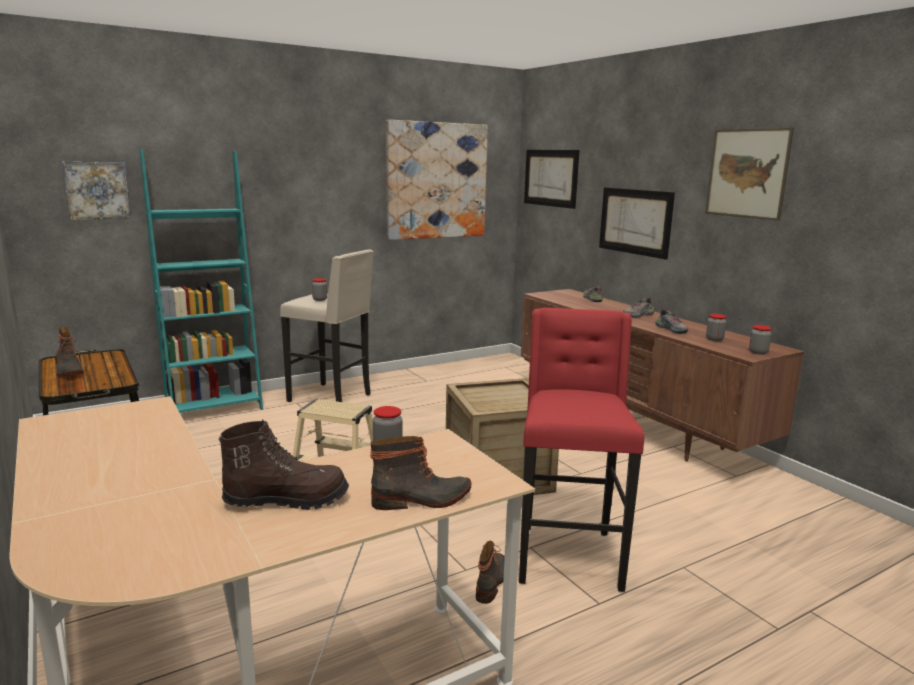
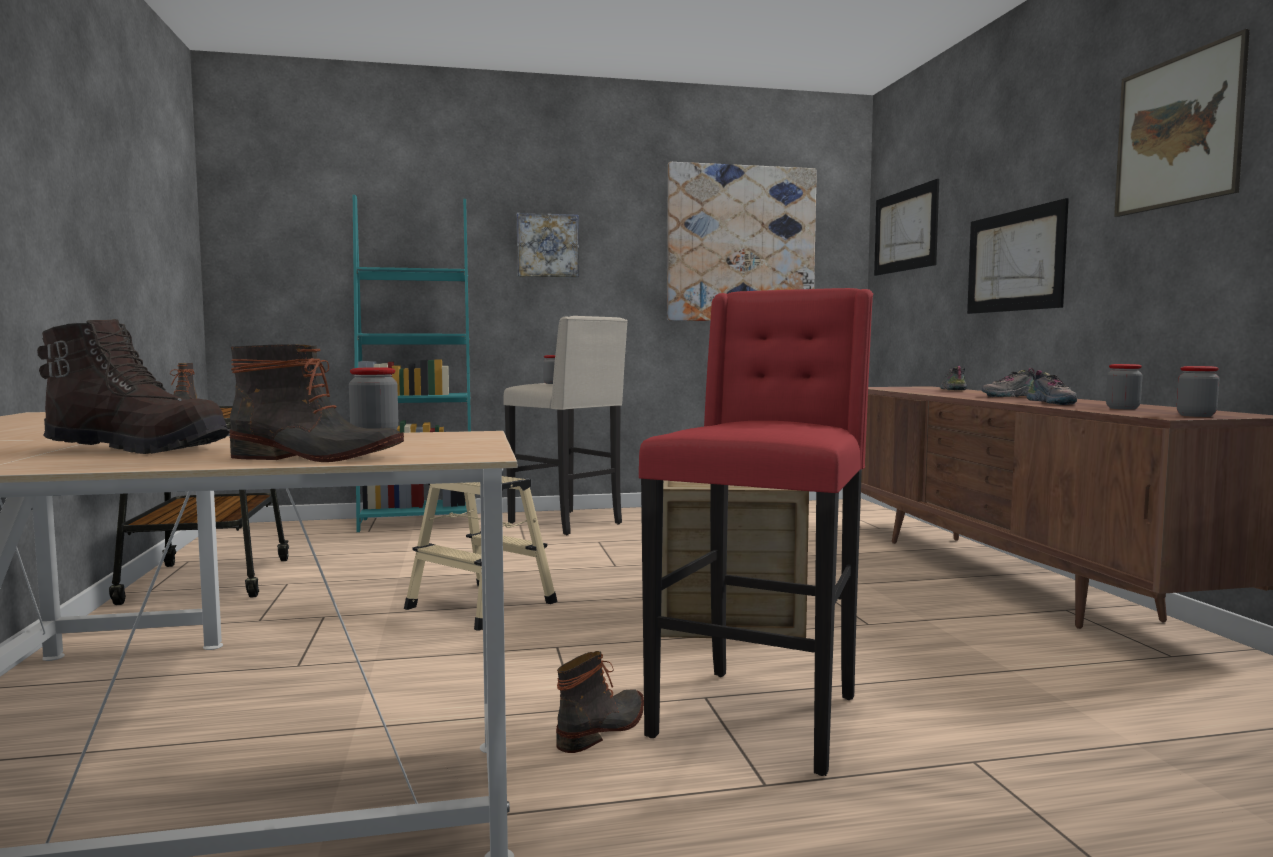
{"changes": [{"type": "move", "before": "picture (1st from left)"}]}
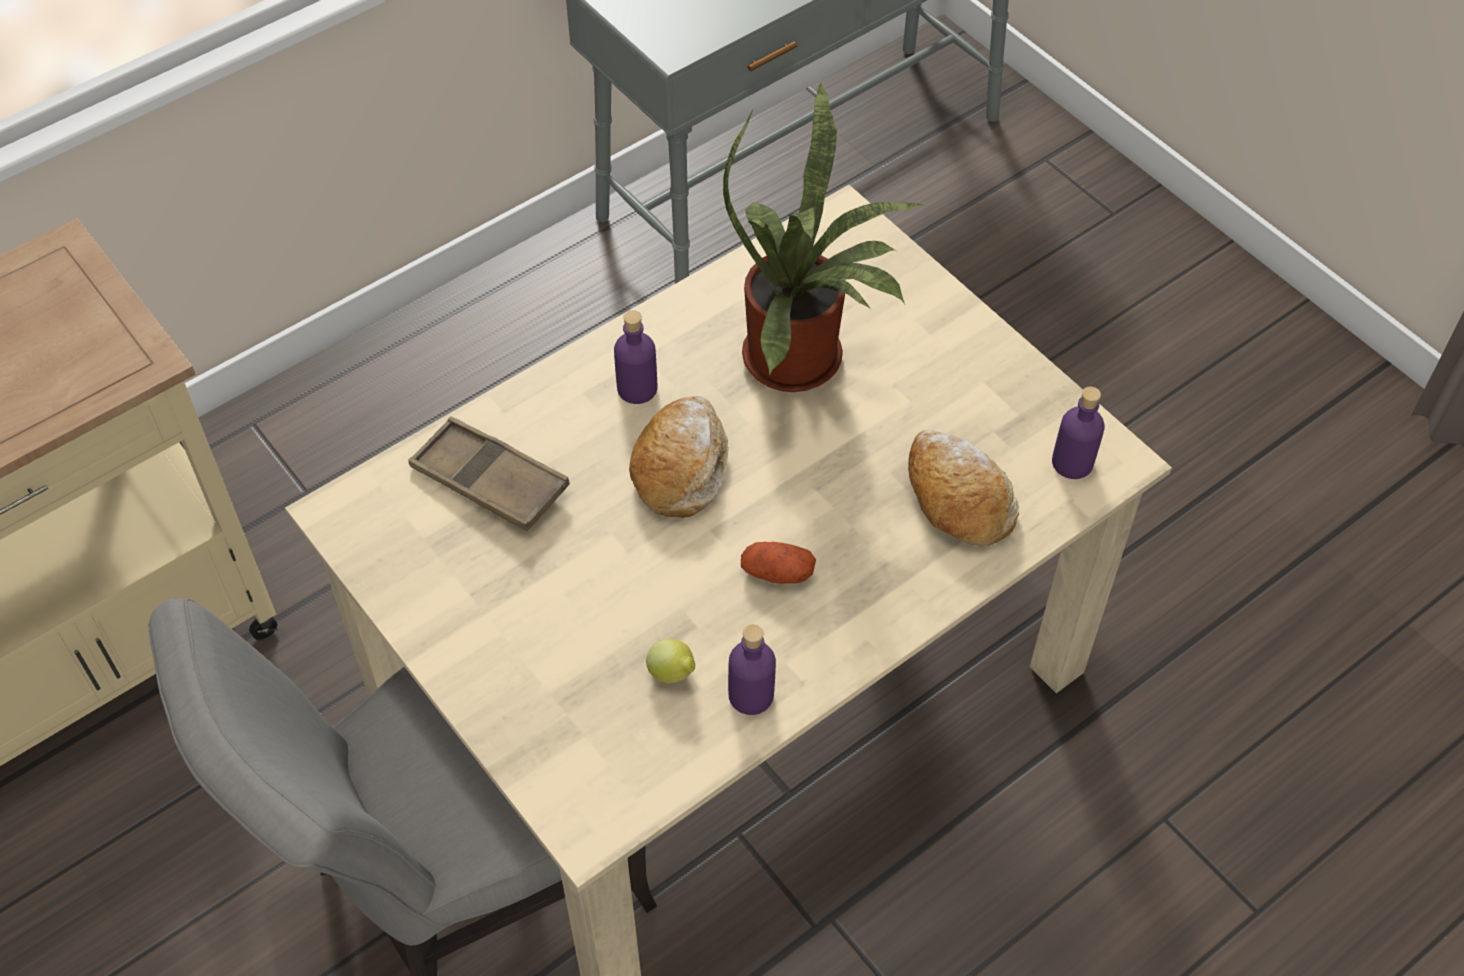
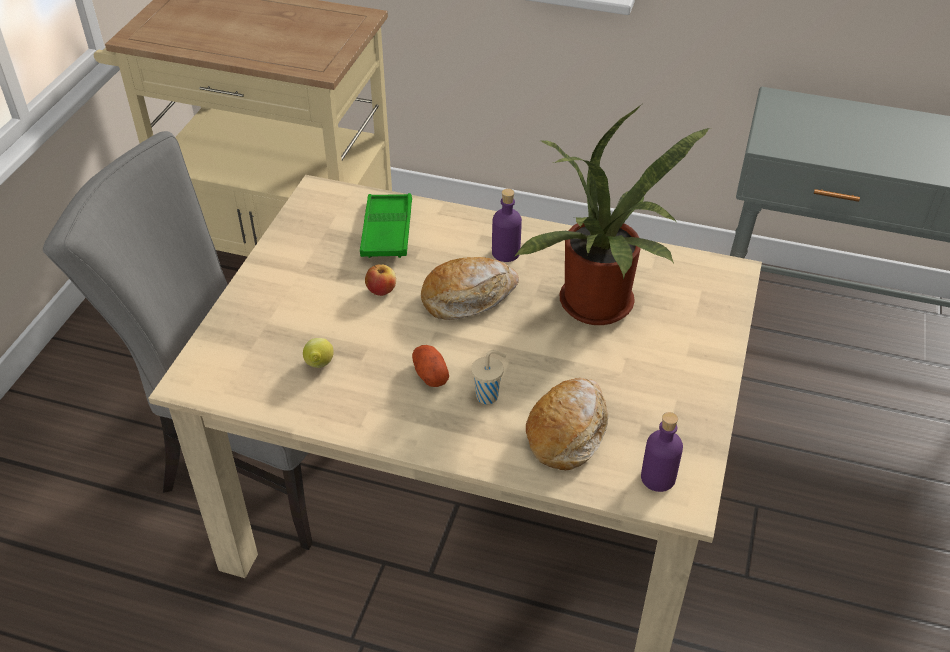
{"changes": [{"type": "recolor", "before": "brown tray", "after": "green tray"}, {"type": "delete", "before": "purple bottle (2nd from left)"}, {"type": "insert", "after": "apple"}, {"type": "insert", "after": "beige cup"}]}
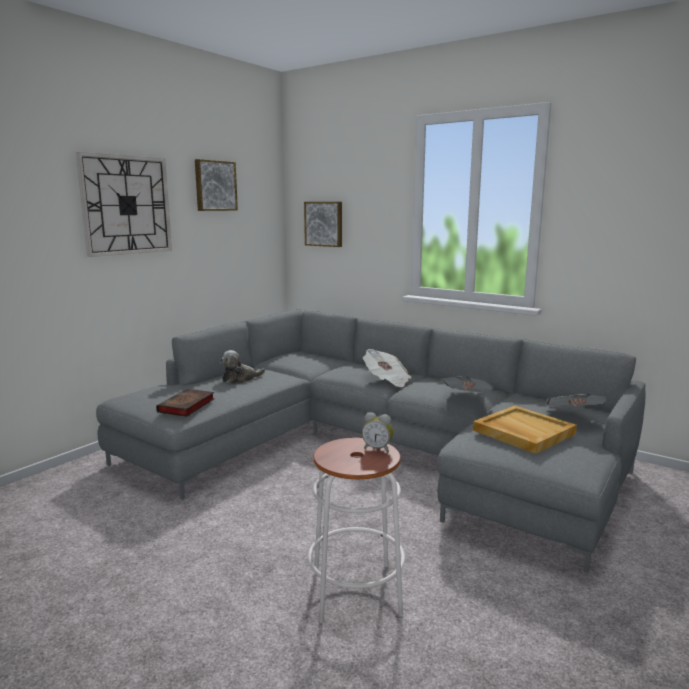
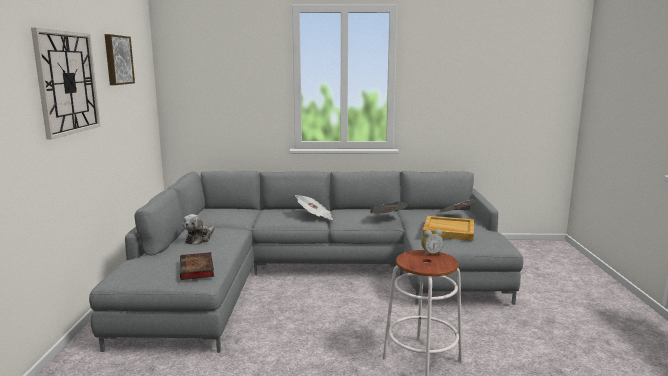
{"changes": [{"type": "delete", "before": "picture (2nd from left)"}]}
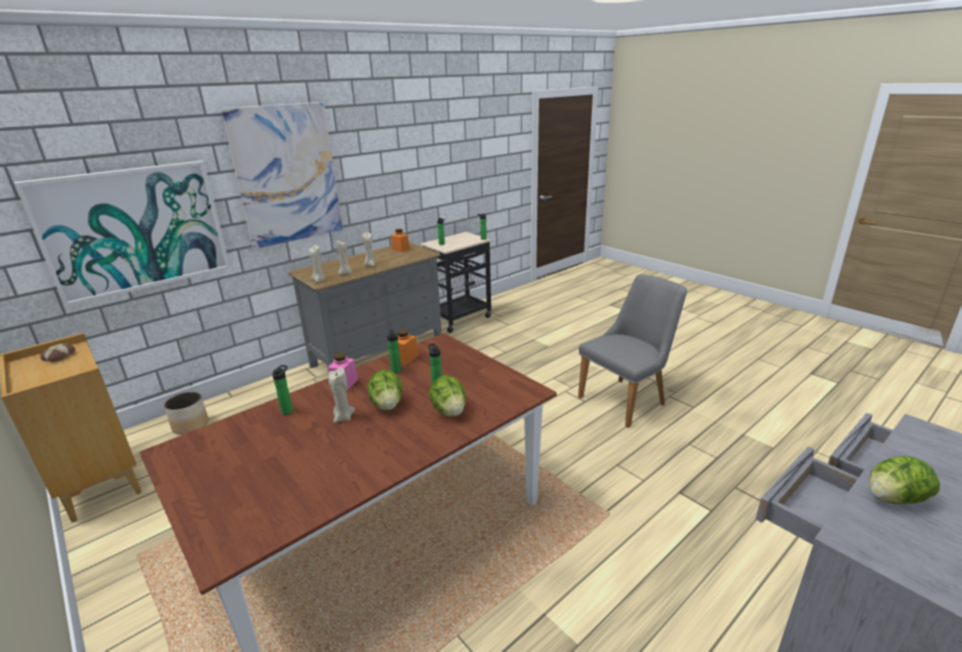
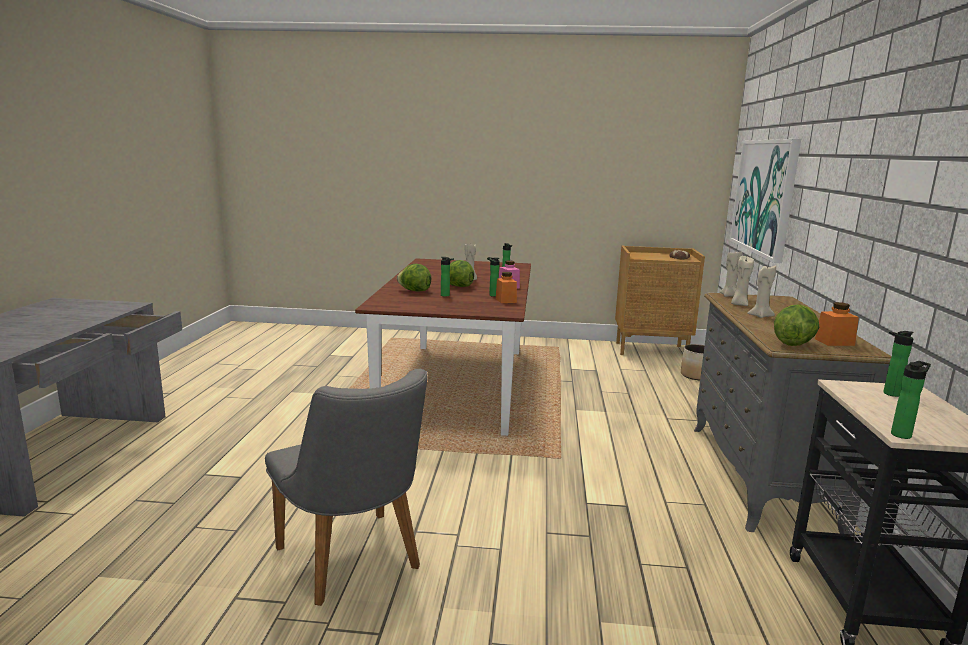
{"changes": [{"type": "delete", "before": "picture (2nd from left)"}, {"type": "rotate", "before": "grey chair", "turn": -45}, {"type": "move", "before": "lettuce (3rd from left)"}]}
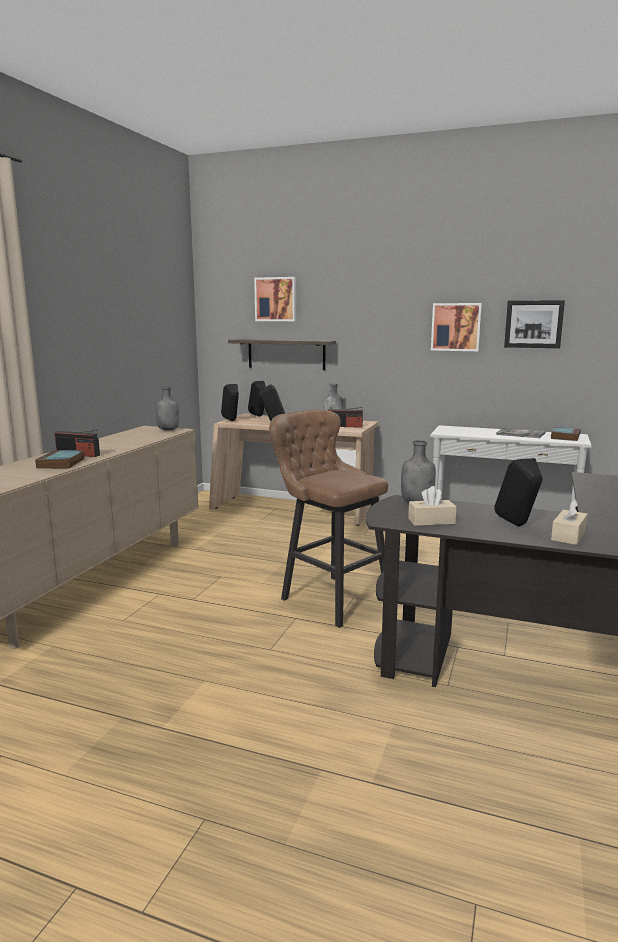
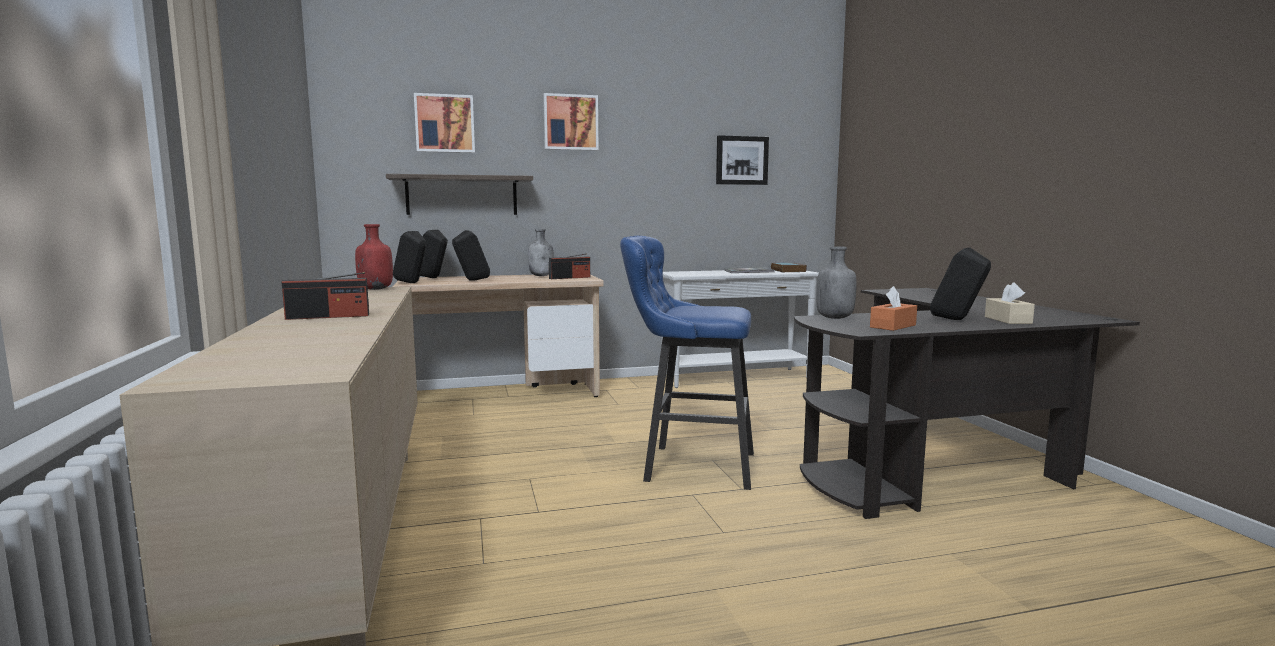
{"changes": [{"type": "delete", "before": "book (1st from left)"}, {"type": "recolor", "before": "grey bottle (1st from left)", "after": "red bottle"}, {"type": "recolor", "before": "brown stool", "after": "blue stool"}, {"type": "recolor", "before": "beige tissue box (1st from left)", "after": "orange tissue box"}, {"type": "move", "before": "picture (2nd from left)"}]}
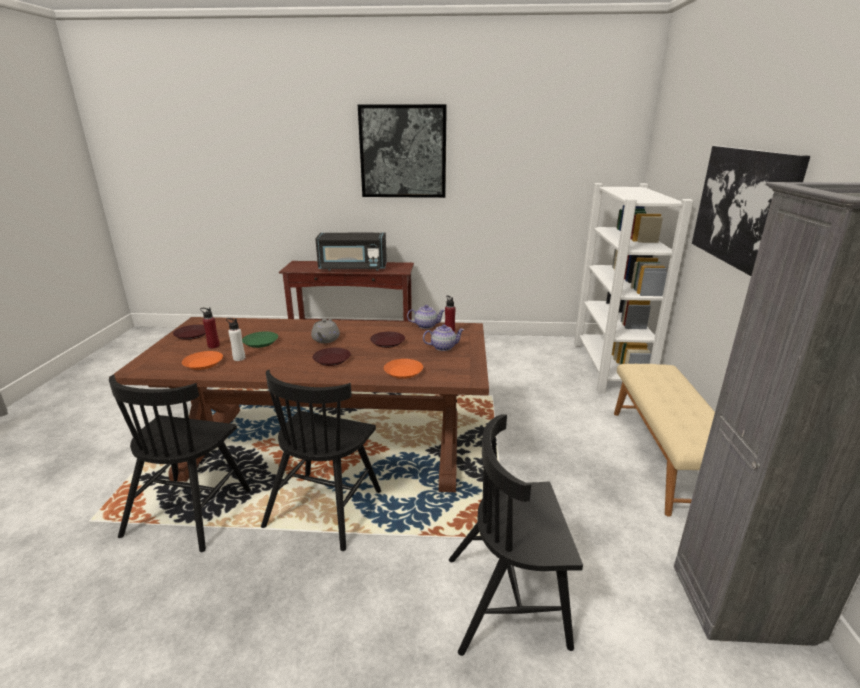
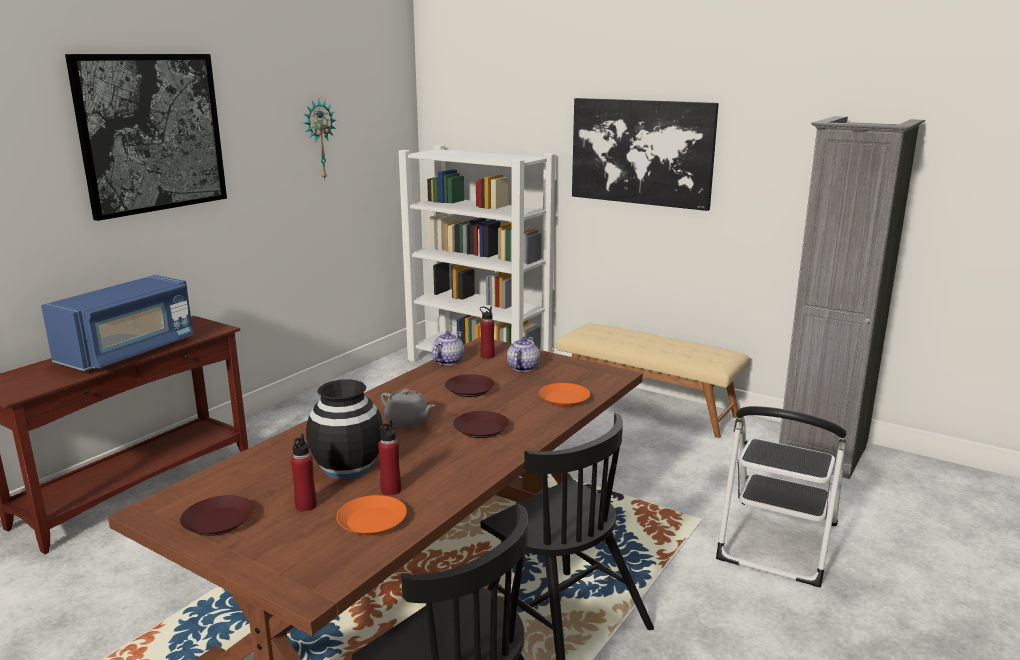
{"changes": [{"type": "recolor", "before": "white bottle", "after": "red bottle (2nd from left)"}, {"type": "replace", "before": "green plate", "after": "black vase"}, {"type": "recolor", "before": "black microwave", "after": "blue microwave"}, {"type": "replace", "before": "black chair (3rd from left)", "after": "step ladder"}, {"type": "insert", "after": "wall clock"}]}
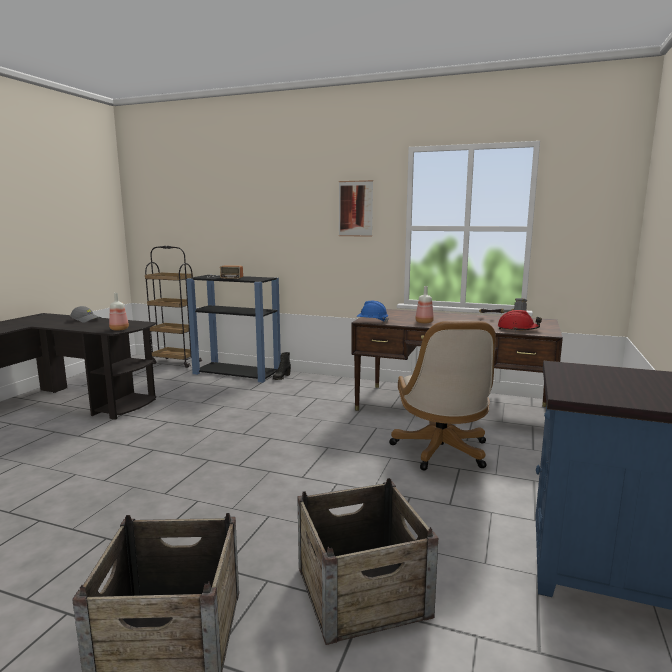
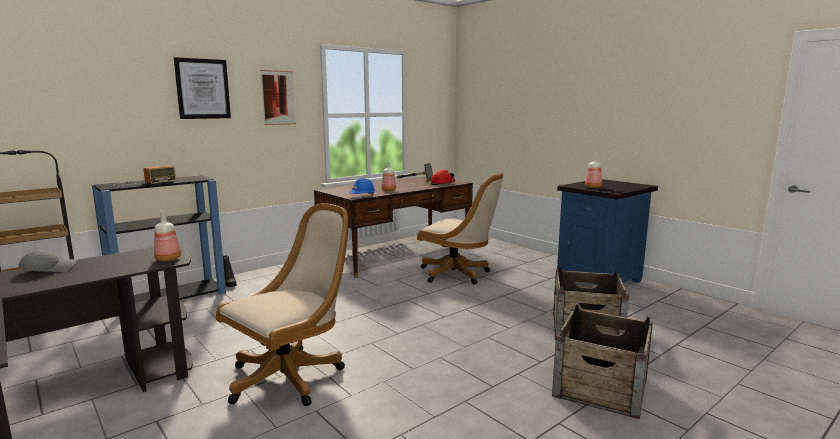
{"changes": [{"type": "insert", "after": "picture (1st from left)"}, {"type": "insert", "after": "office chair (1st from left)"}, {"type": "insert", "after": "bottle (3rd from left)"}]}
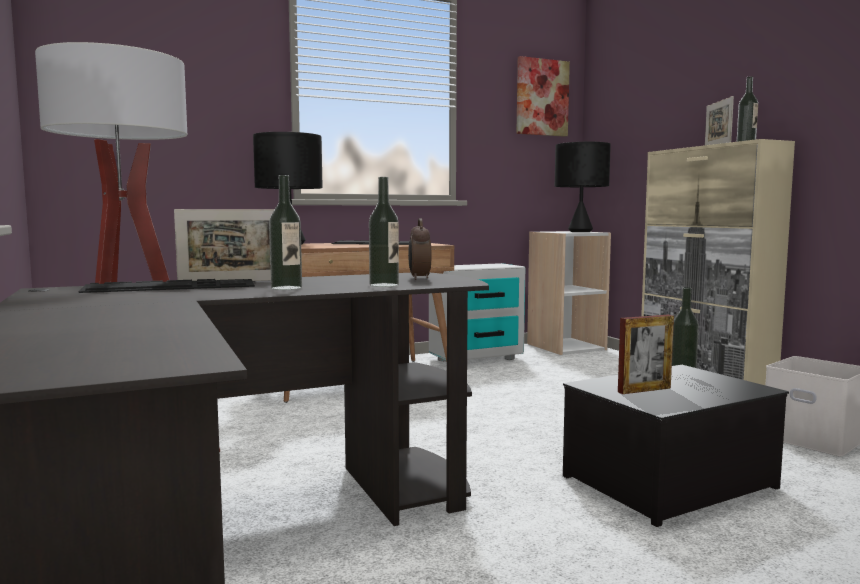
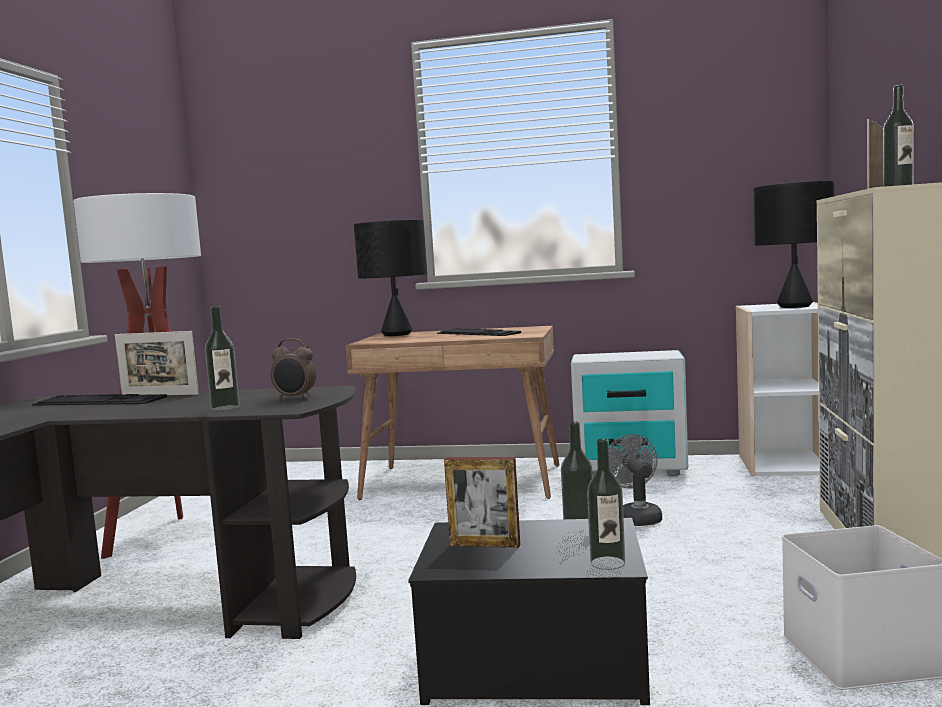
{"changes": [{"type": "move", "before": "bottle (1st from left in the first image)", "after": "bottle (3rd from left)"}, {"type": "rotate", "before": "alarm clock", "turn": -105}, {"type": "delete", "before": "picture"}, {"type": "insert", "after": "grey fan"}]}
